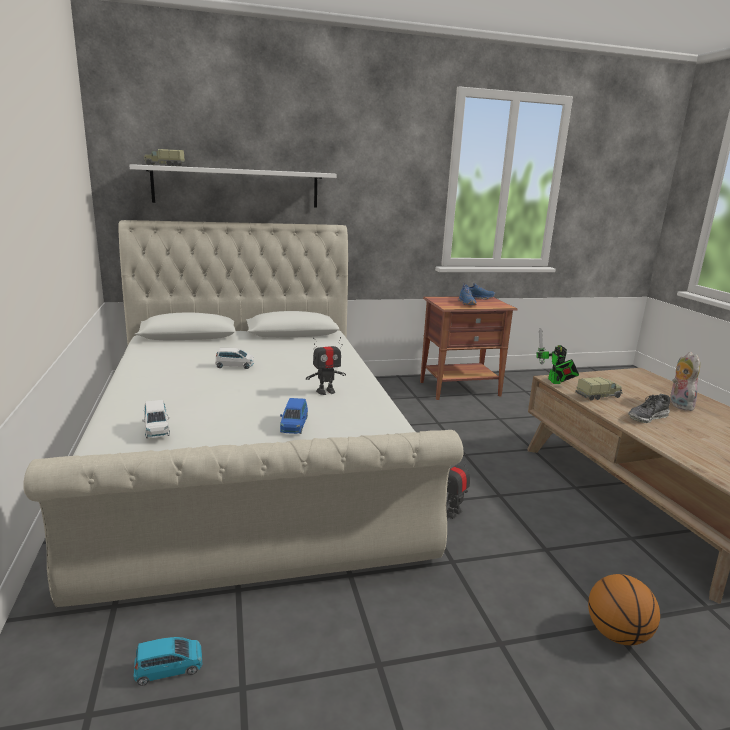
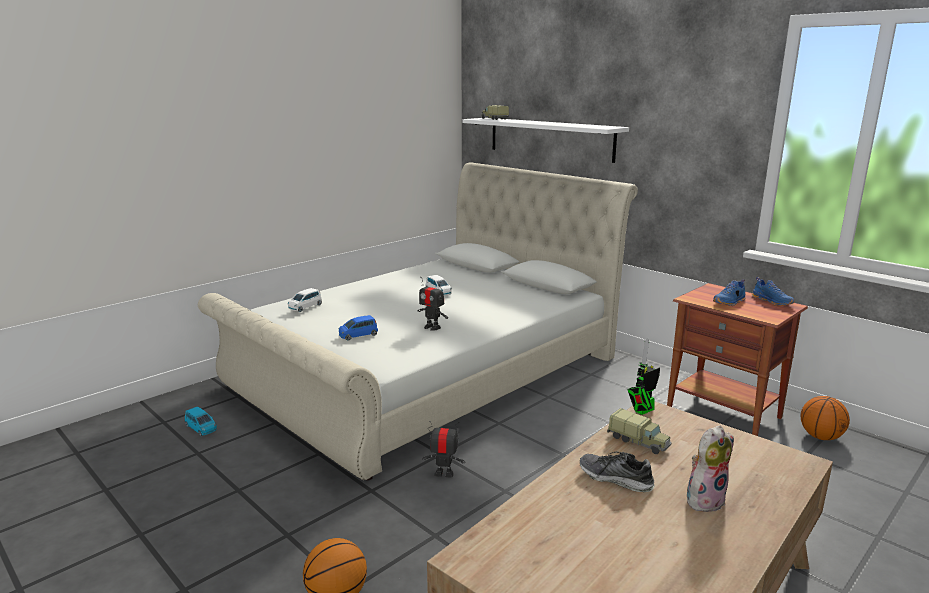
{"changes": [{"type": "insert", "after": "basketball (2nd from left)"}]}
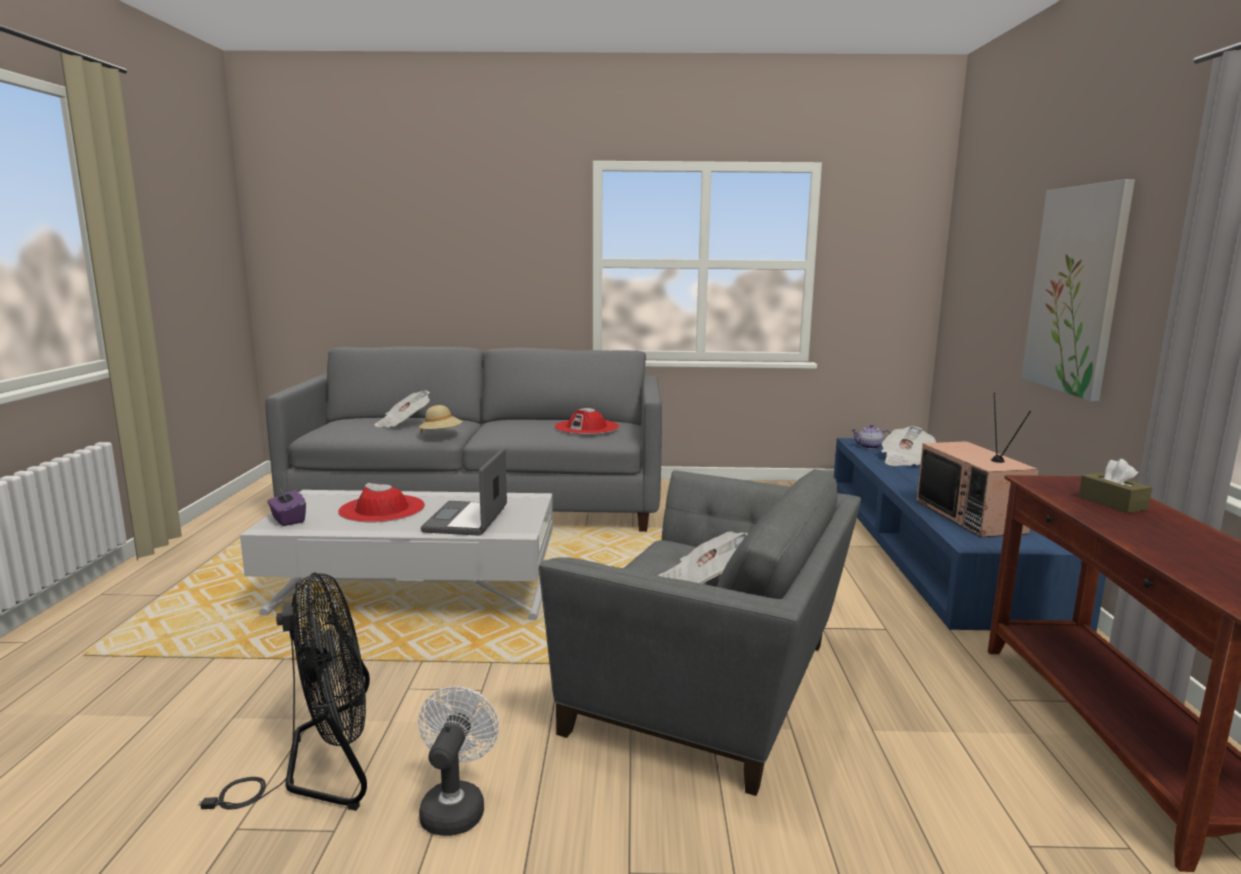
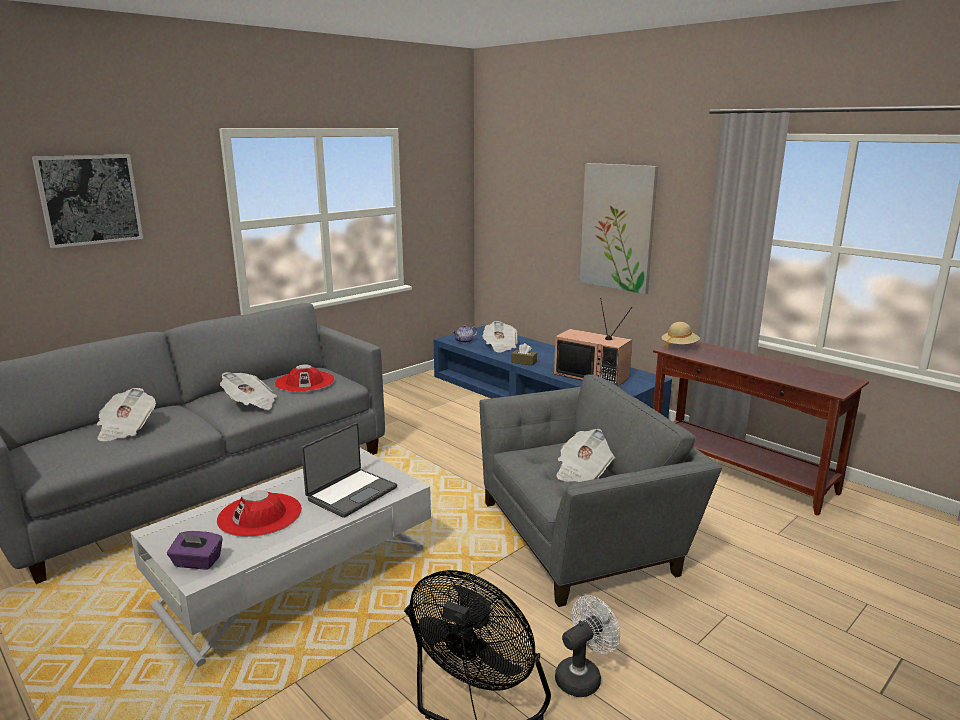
{"changes": [{"type": "rotate", "before": "white fan", "turn": 90}, {"type": "move", "before": "beige hat"}, {"type": "rotate", "before": "laptop", "turn": -105}, {"type": "move", "before": "brown tissue box"}, {"type": "insert", "after": "picture (1st from left)"}, {"type": "insert", "after": "newspaper (2nd from left)"}]}
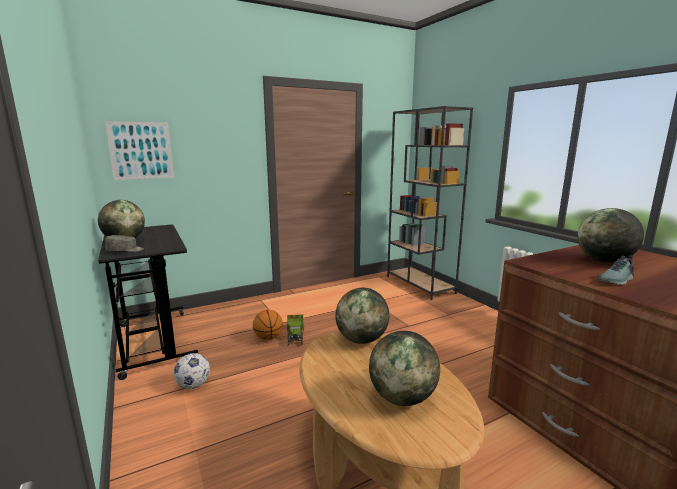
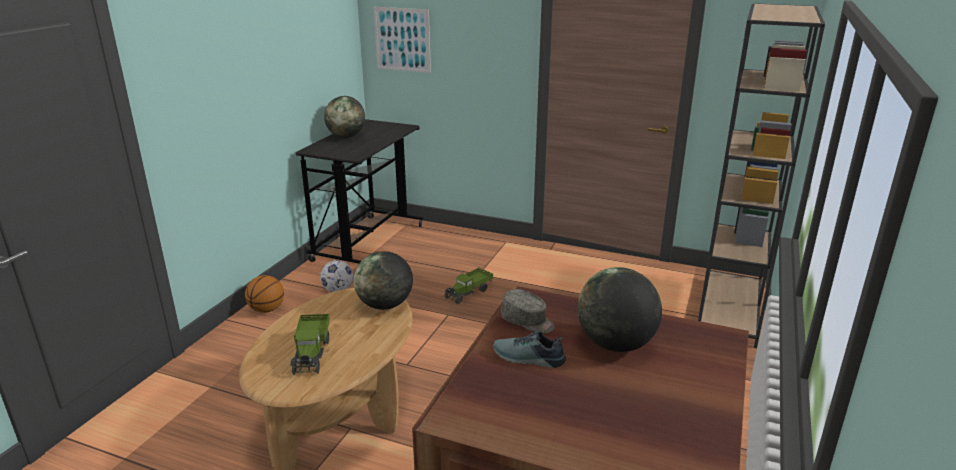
{"changes": [{"type": "move", "before": "grey cap"}, {"type": "move", "before": "basketball"}, {"type": "replace", "before": "globe (3rd from left)", "after": "toy truck (1st from left)"}]}
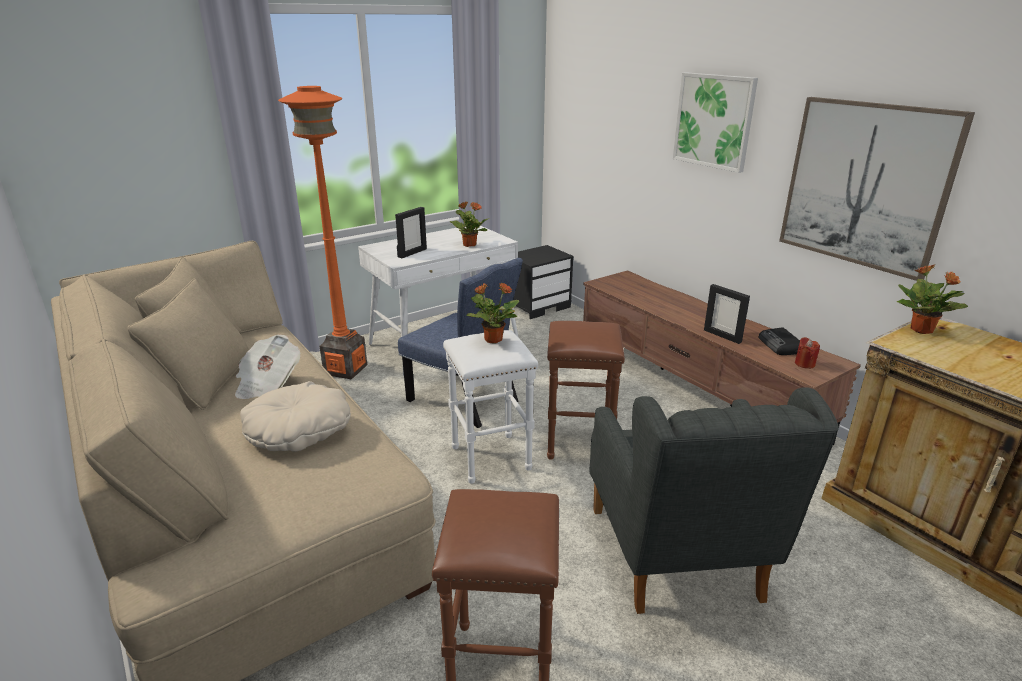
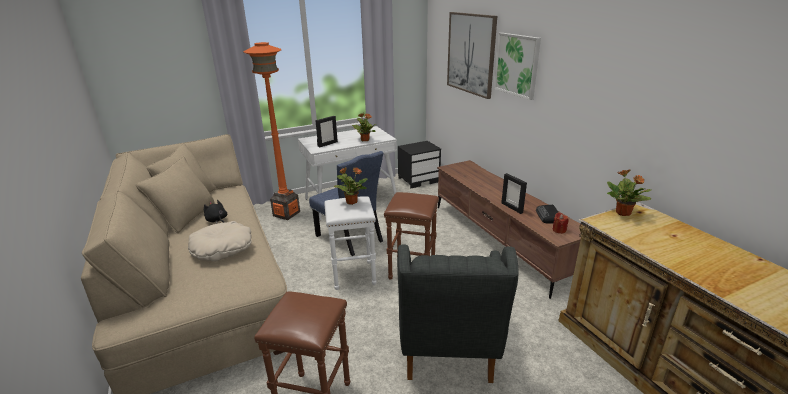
{"changes": [{"type": "replace", "before": "newspaper", "after": "black plush toy"}, {"type": "move", "before": "picture (2nd from left in the first image)", "after": "picture (1st from left)"}]}
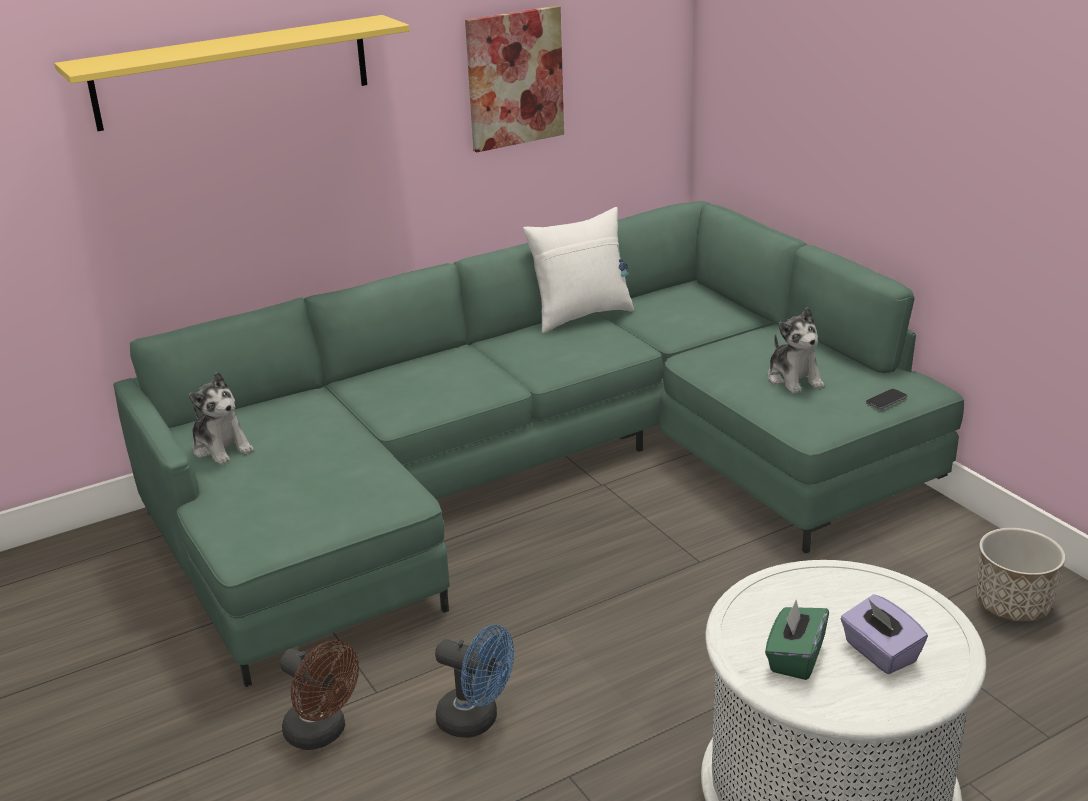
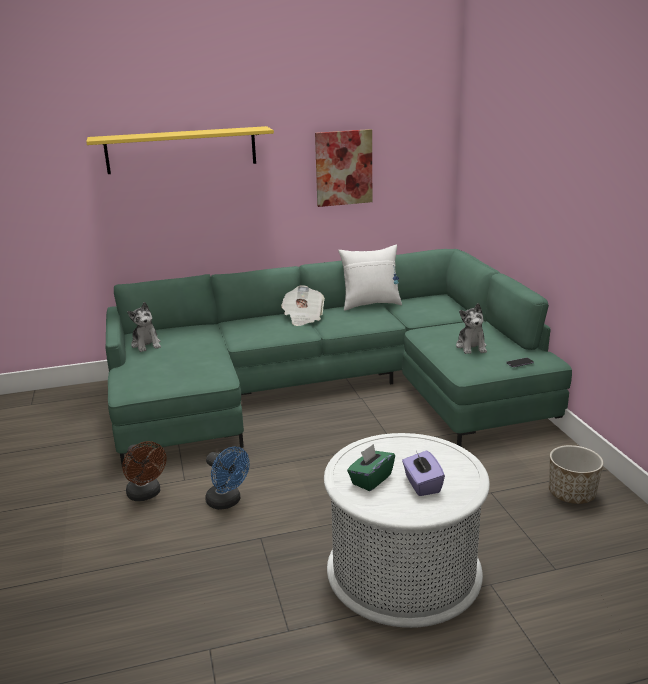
{"changes": [{"type": "insert", "after": "newspaper"}]}
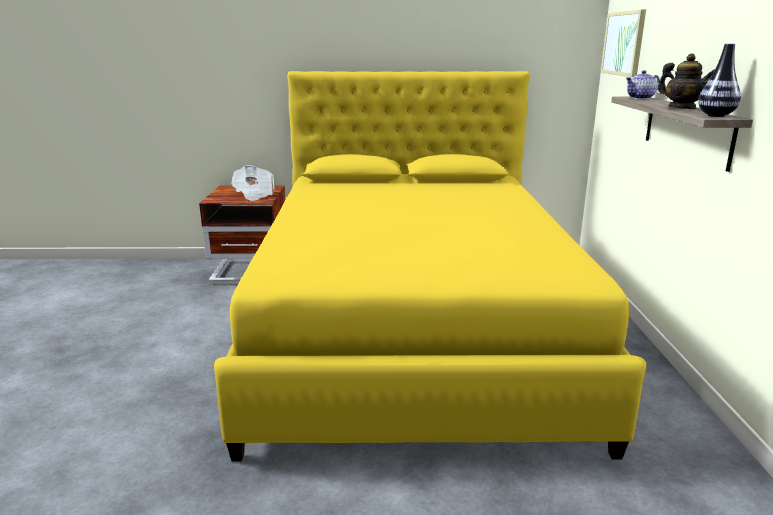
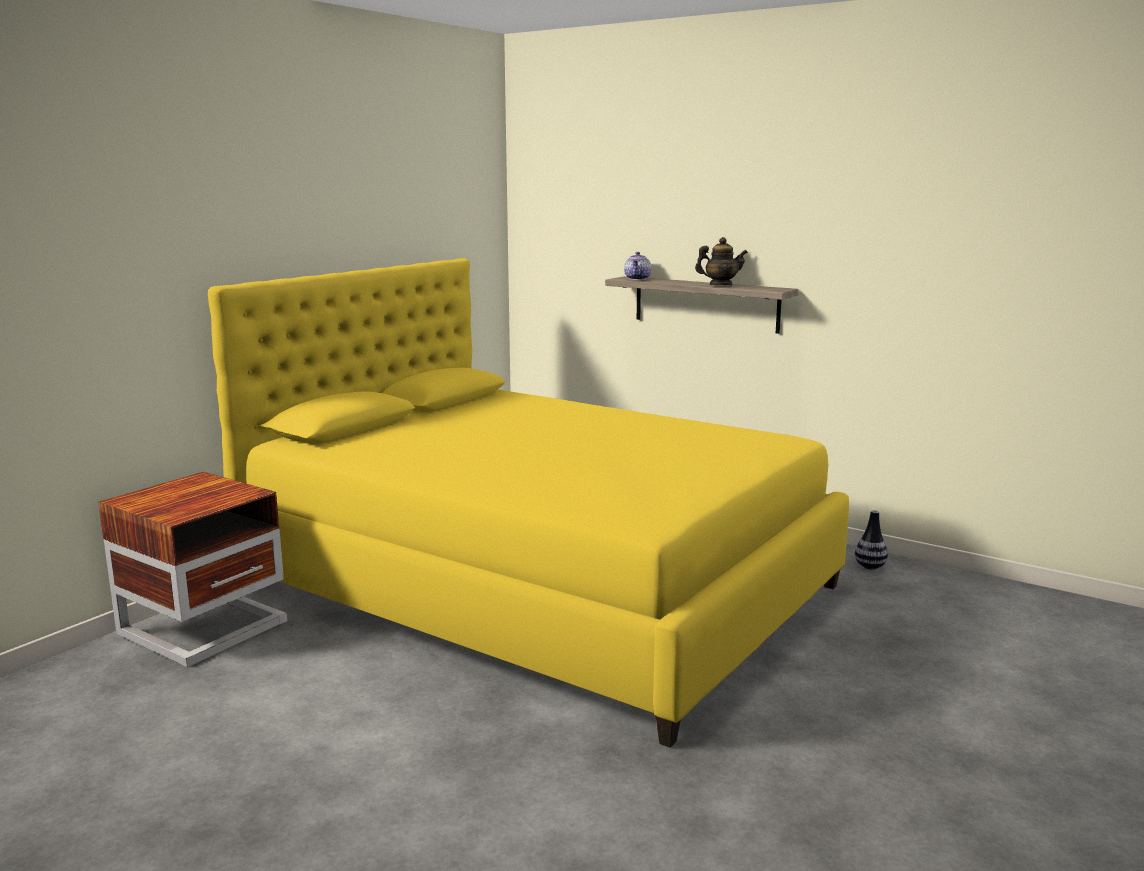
{"changes": [{"type": "delete", "before": "newspaper"}, {"type": "delete", "before": "picture"}, {"type": "move", "before": "vase"}]}
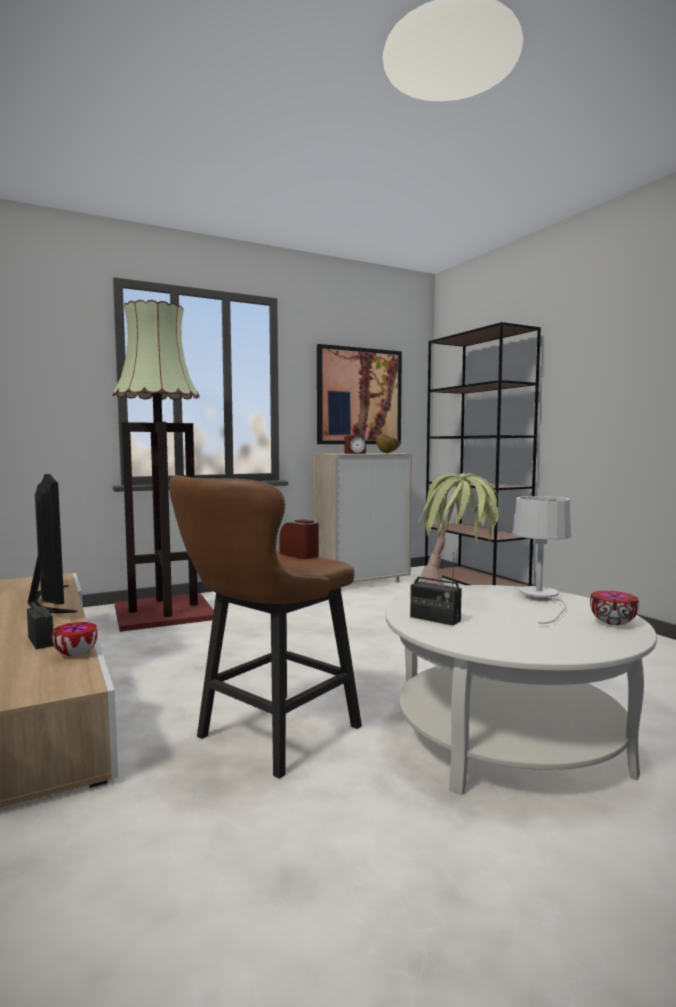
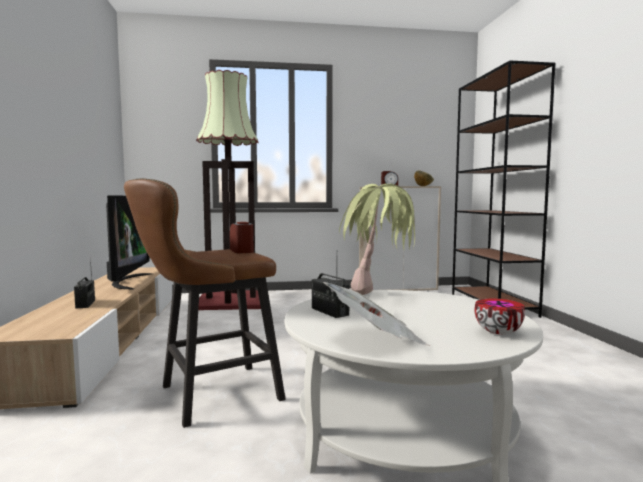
{"changes": [{"type": "delete", "before": "bowl (1st from left)"}, {"type": "delete", "before": "picture"}, {"type": "delete", "before": "white table lamp"}, {"type": "insert", "after": "newspaper"}]}
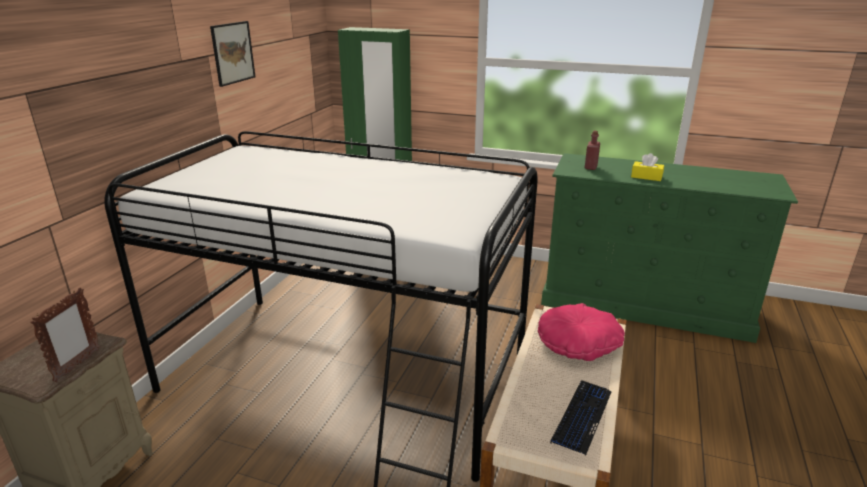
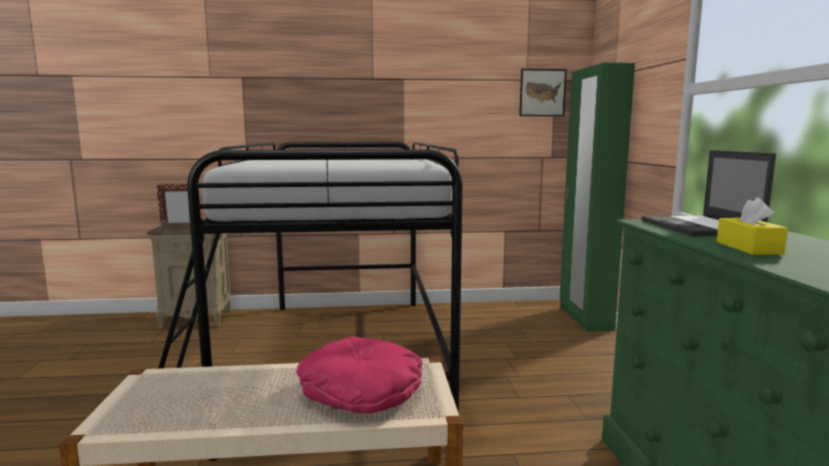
{"changes": [{"type": "move", "before": "picture"}, {"type": "delete", "before": "keyboard"}, {"type": "replace", "before": "red bottle", "after": "laptop"}]}
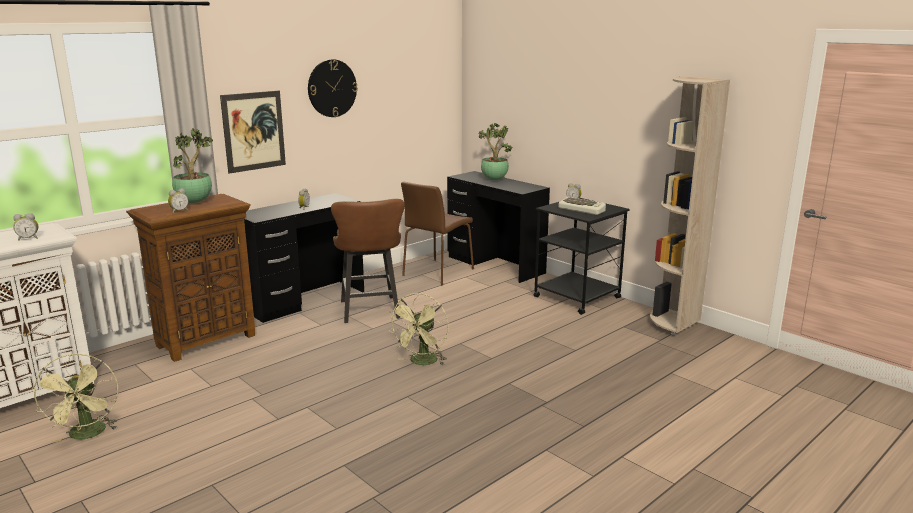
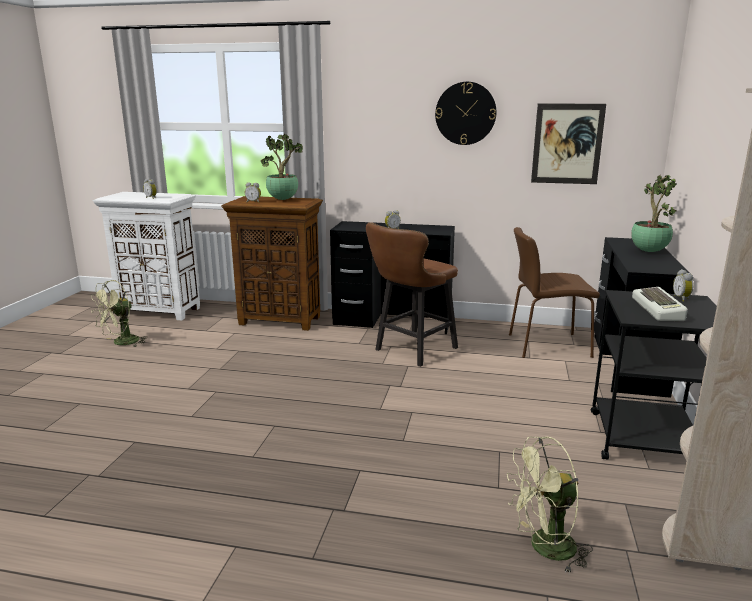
{"changes": [{"type": "move", "before": "picture"}, {"type": "move", "before": "green fan (2nd from left)"}]}
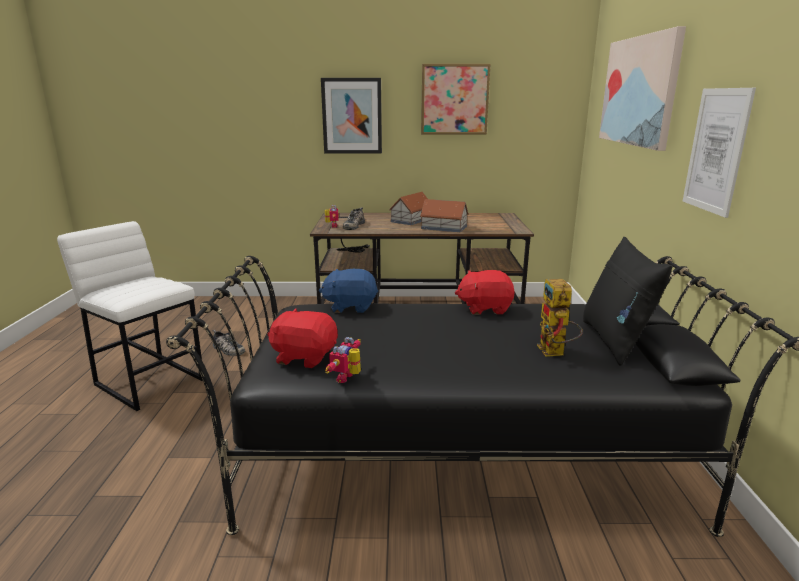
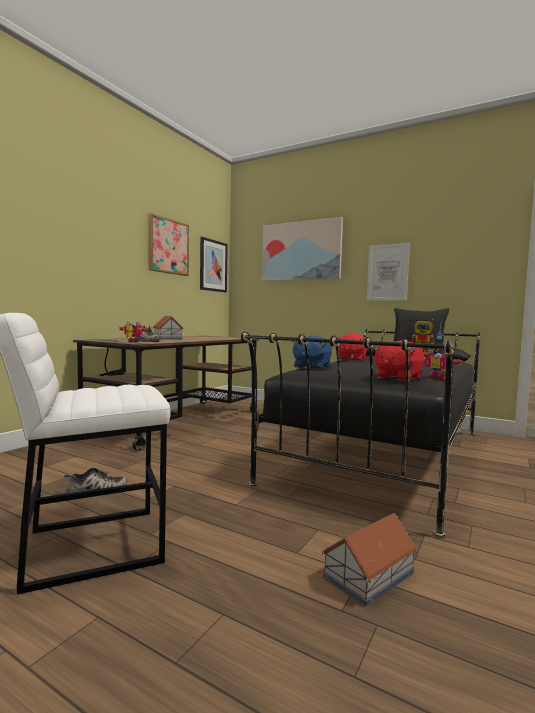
{"changes": [{"type": "move", "before": "picture (1st from left in the first image)", "after": "picture (2nd from left)"}, {"type": "move", "before": "toy house (2nd from left)"}]}
